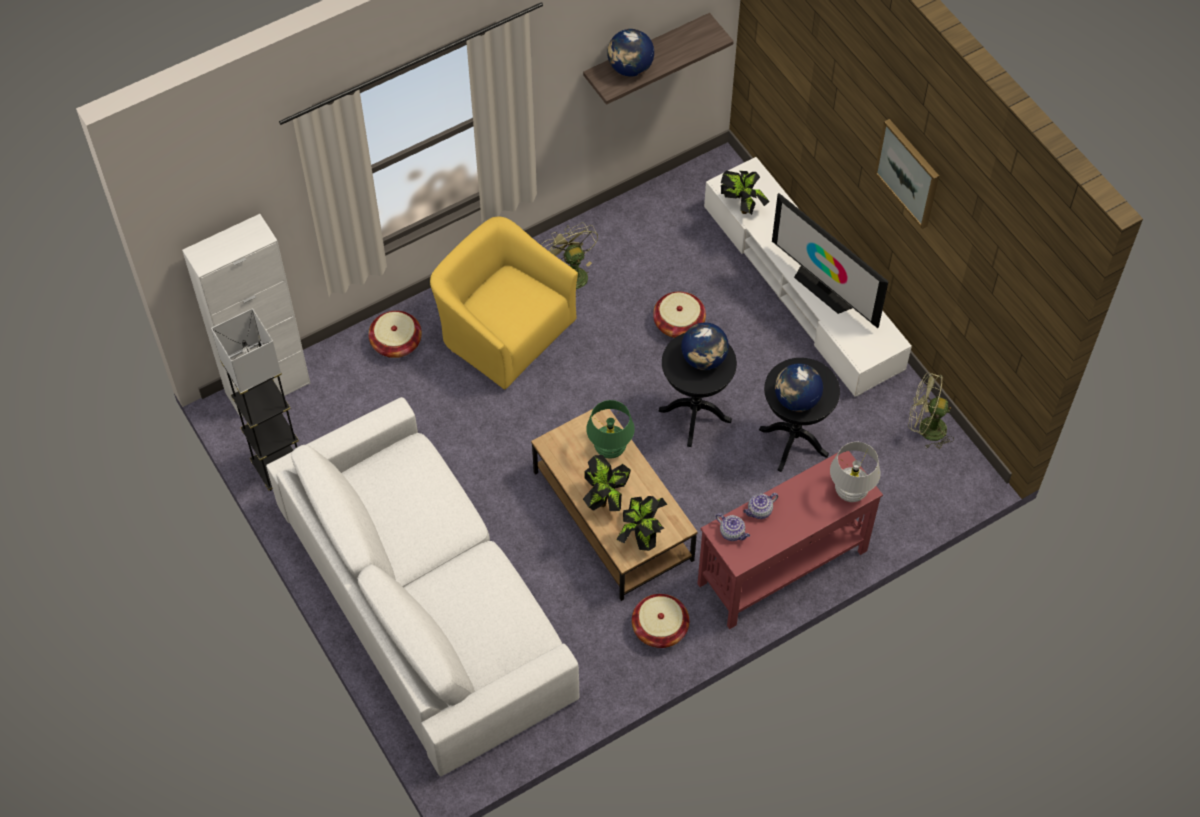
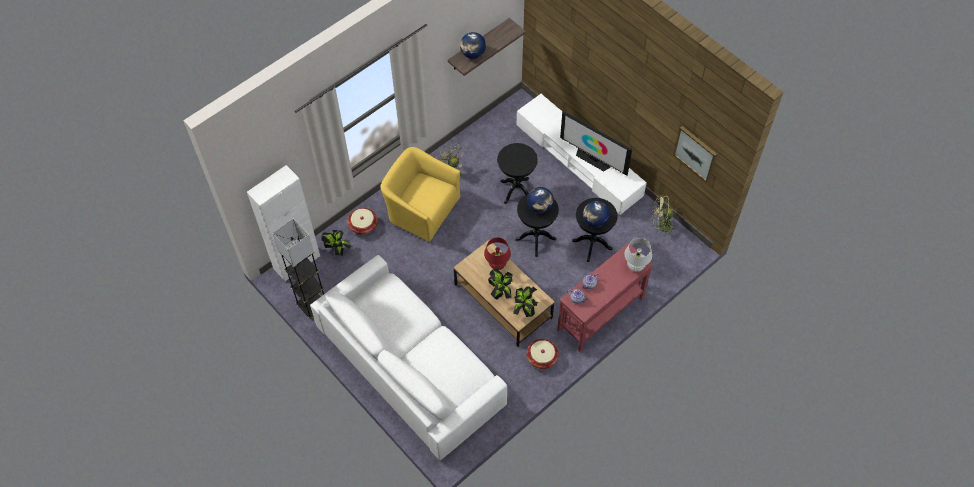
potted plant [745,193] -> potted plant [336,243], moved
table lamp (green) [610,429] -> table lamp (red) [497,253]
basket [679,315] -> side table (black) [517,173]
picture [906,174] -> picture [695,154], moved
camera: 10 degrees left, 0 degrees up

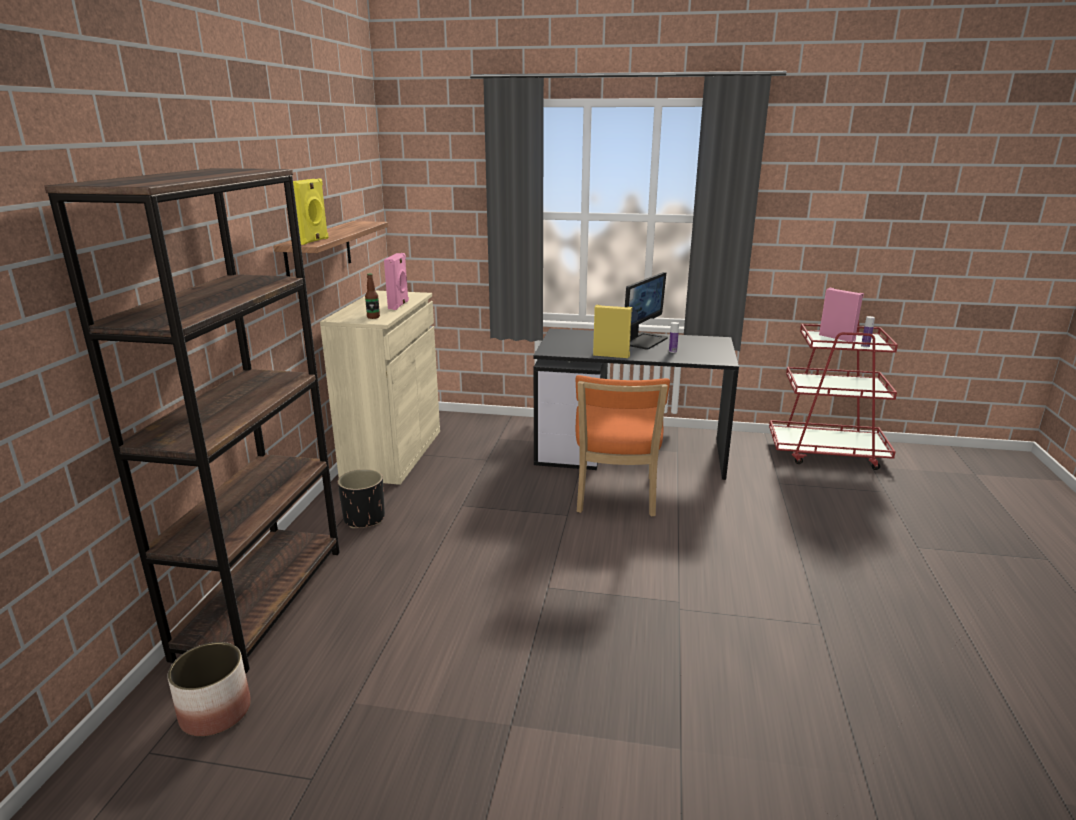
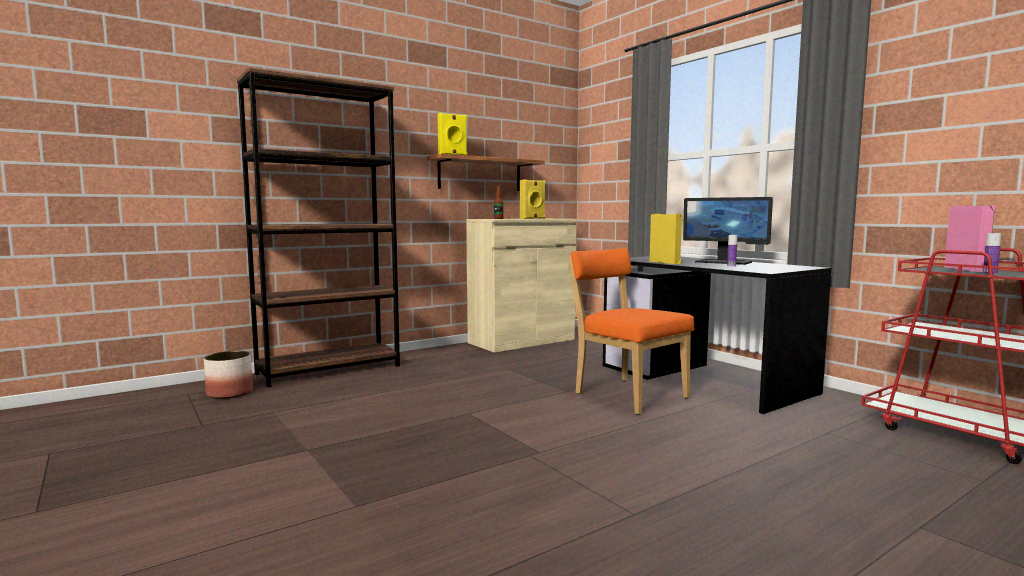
speaker (pink) [396,281] -> speaker (yellow) [532,199]
chair (orange) [622,446] -> chair (orange) [631,331], 90 degrees clockwise
monitor [646,311] -> monitor [728,231], 45 degrees clockwise
planter (black) [361,498] -> none
camera: 45 degrees right, 15 degrees down

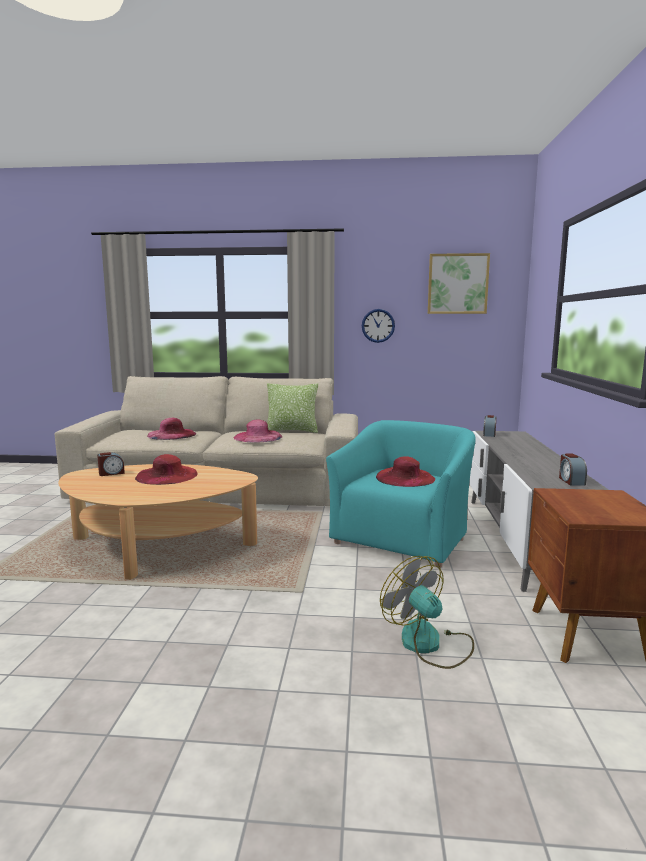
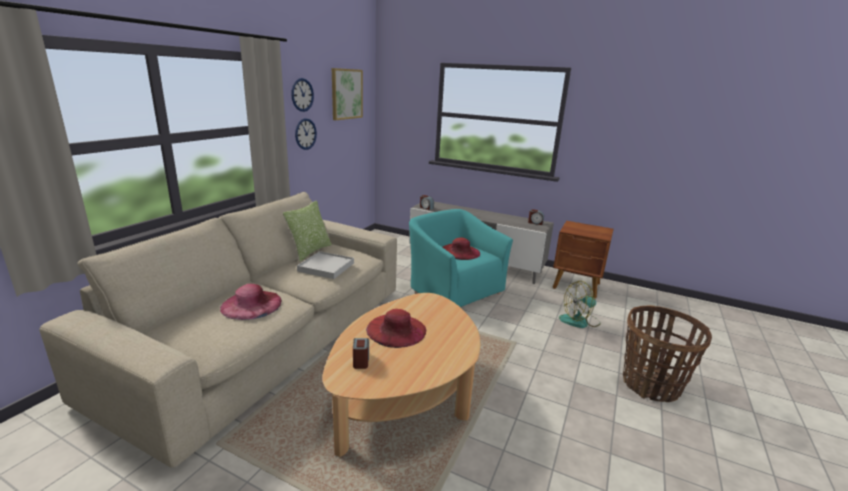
none -> wall clock [302,95]
hat (pink) [258,431] -> tray (white) [325,265]
none -> basket [667,353]
camera: 70 degrees left, 10 degrees up

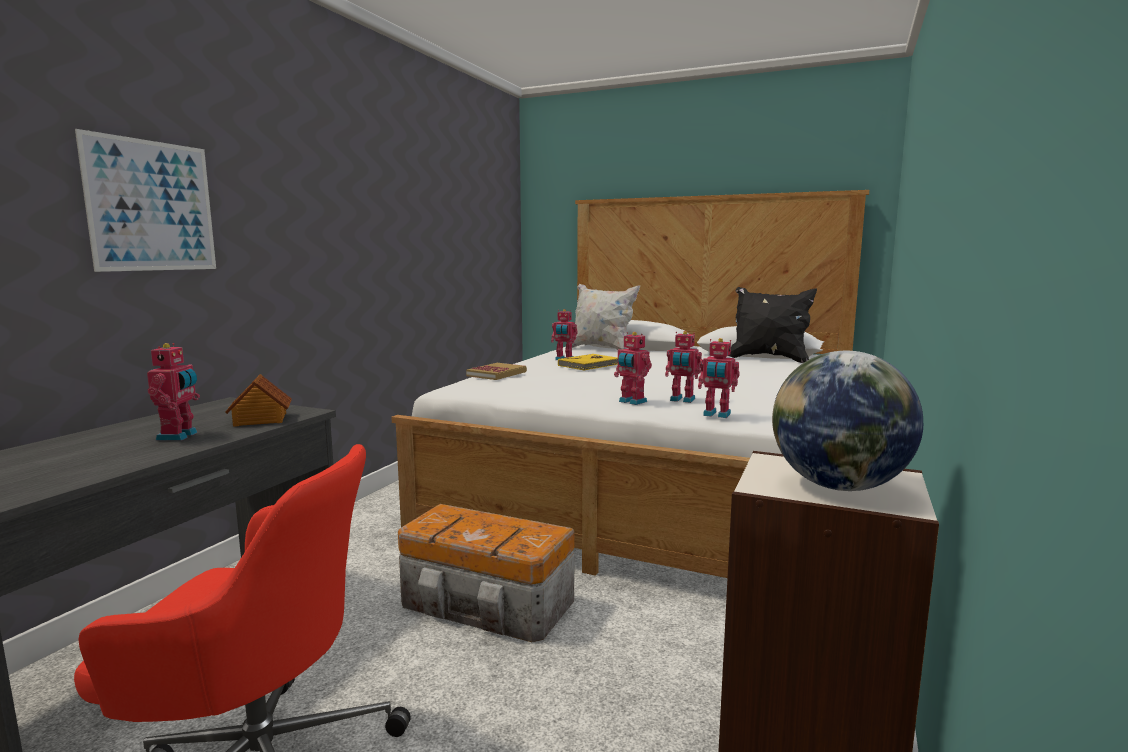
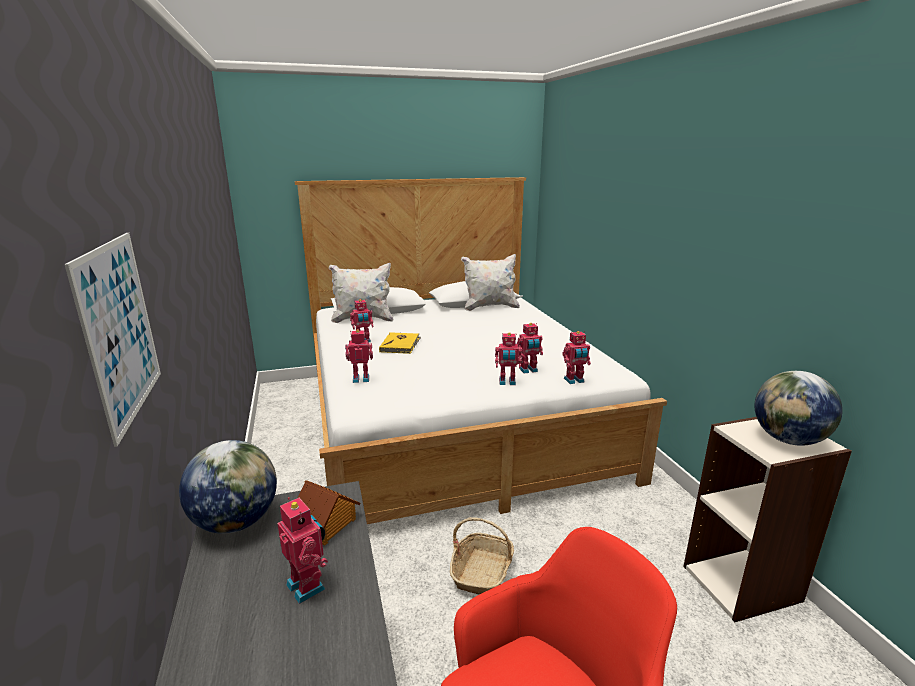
none -> globe [228,487]
book [496,371] -> toy robot [359,356]
storage box [486,573] -> basket [482,555]
pillow (black) [773,325] -> pillow (white) [490,282]
camera: 40 degrees left, 10 degrees up

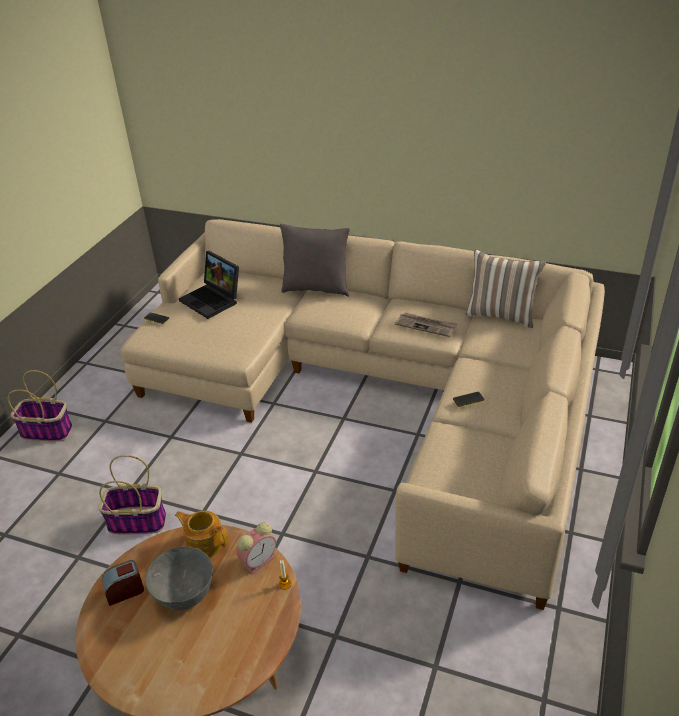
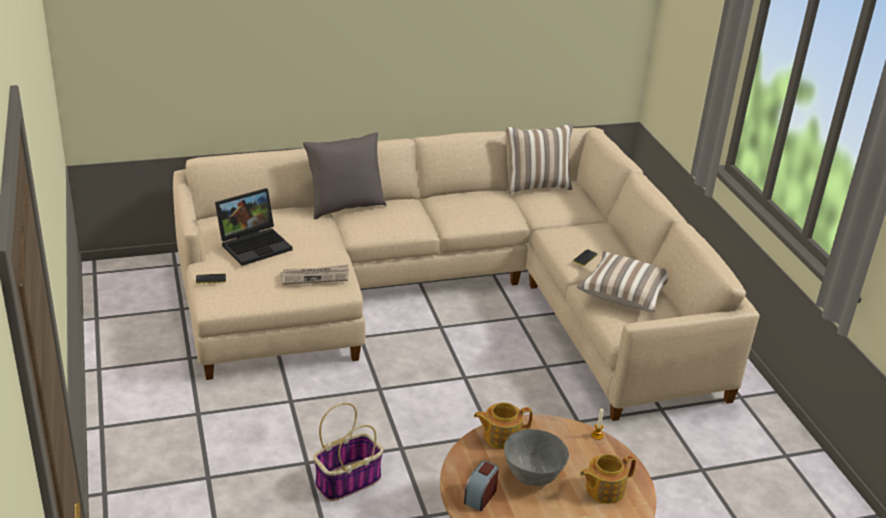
laptop [209,285] -> laptop [253,227], 45 degrees counterclockwise
newspaper [426,325] -> newspaper [315,275], moved
none -> pillow [622,281]
none -> teapot [608,479]
basket [40,406] -> none
alarm clock [256,548] -> none
camera: 40 degrees left, 5 degrees down

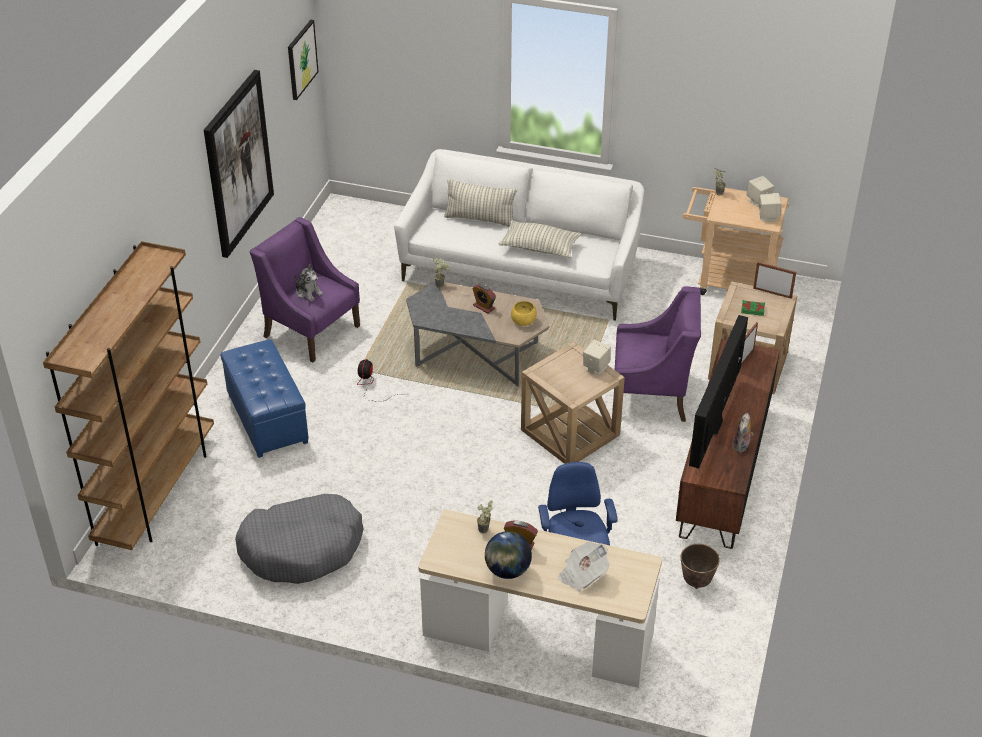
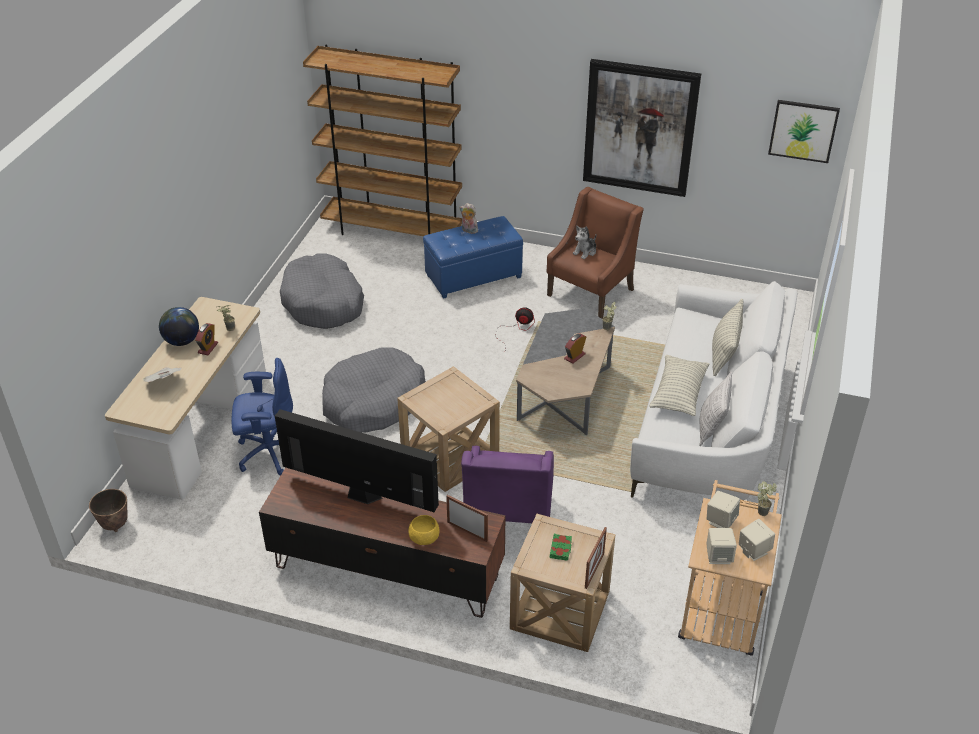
planter [700,566] -> planter [108,510], moved
none -> dog bed (grey) [374,390]
bowl (yellow) [524,313] -> bowl (yellow) [424,530], moved
plush toy [743,432] -> plush toy [468,218], moved
armchair (purple) [304,289] -> armchair (brown) [595,253]
none -> pillow [715,409]
speaker (beige) [597,357] -> speaker (beige) [723,509], moved
camera: 90 degrees right, 0 degrees up

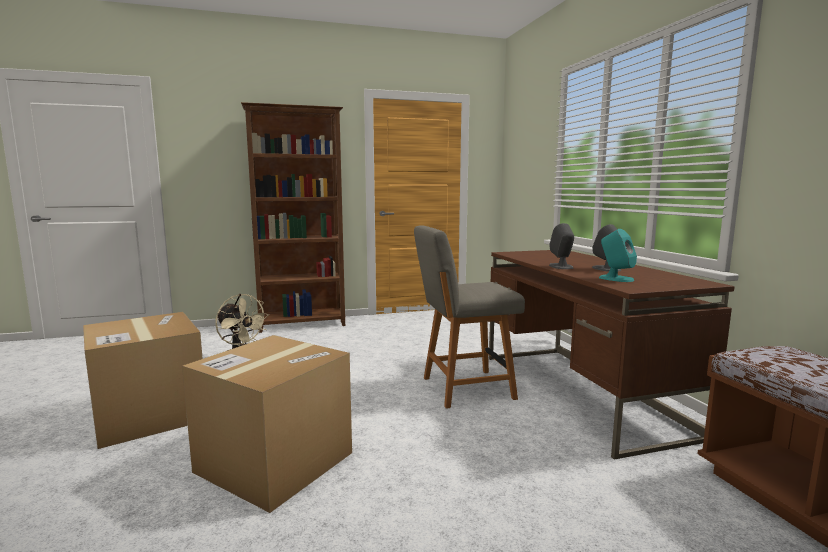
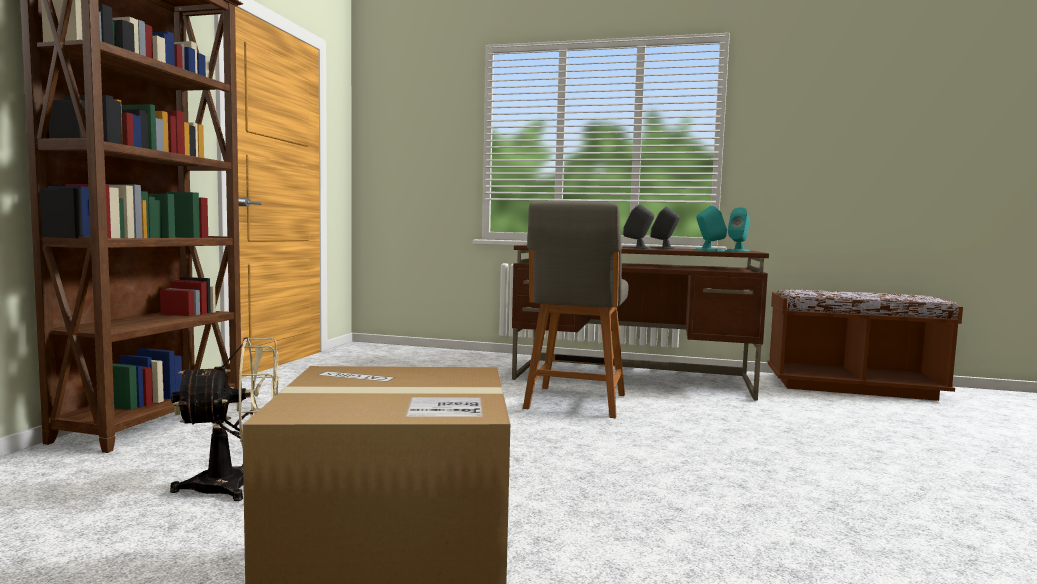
none -> speaker (turquoise) [738,229]
cardboard box [267,424] -> none
camera: 60 degrees left, 5 degrees down

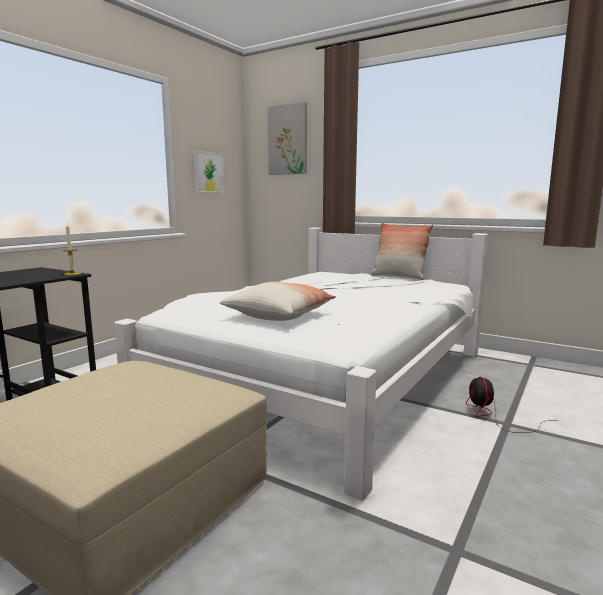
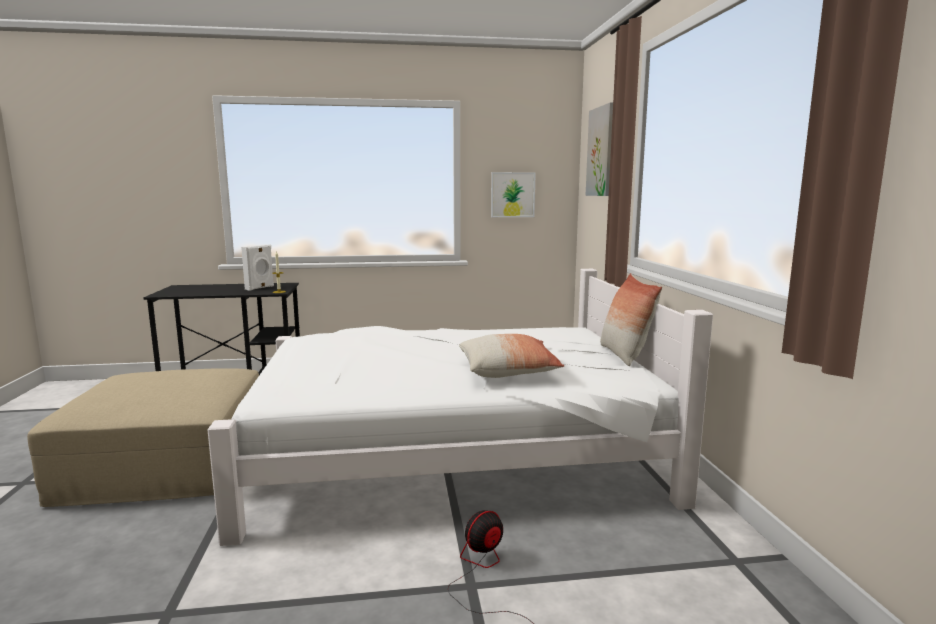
none -> speaker (white) [257,267]
pillow [278,301] -> pillow [512,356], moved
camera: 50 degrees right, 0 degrees up

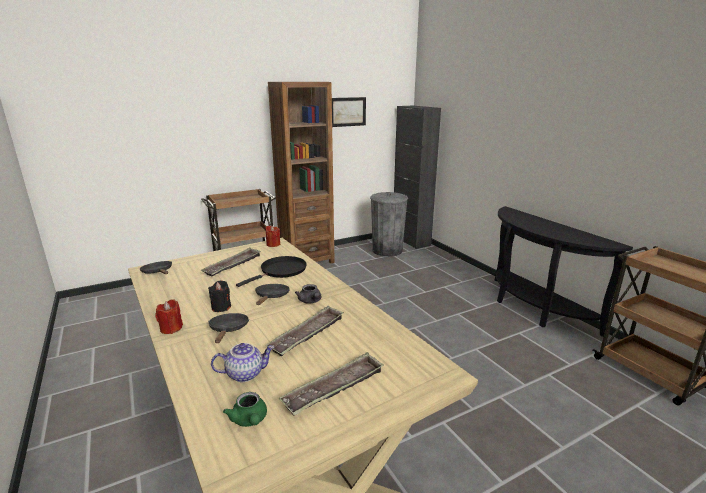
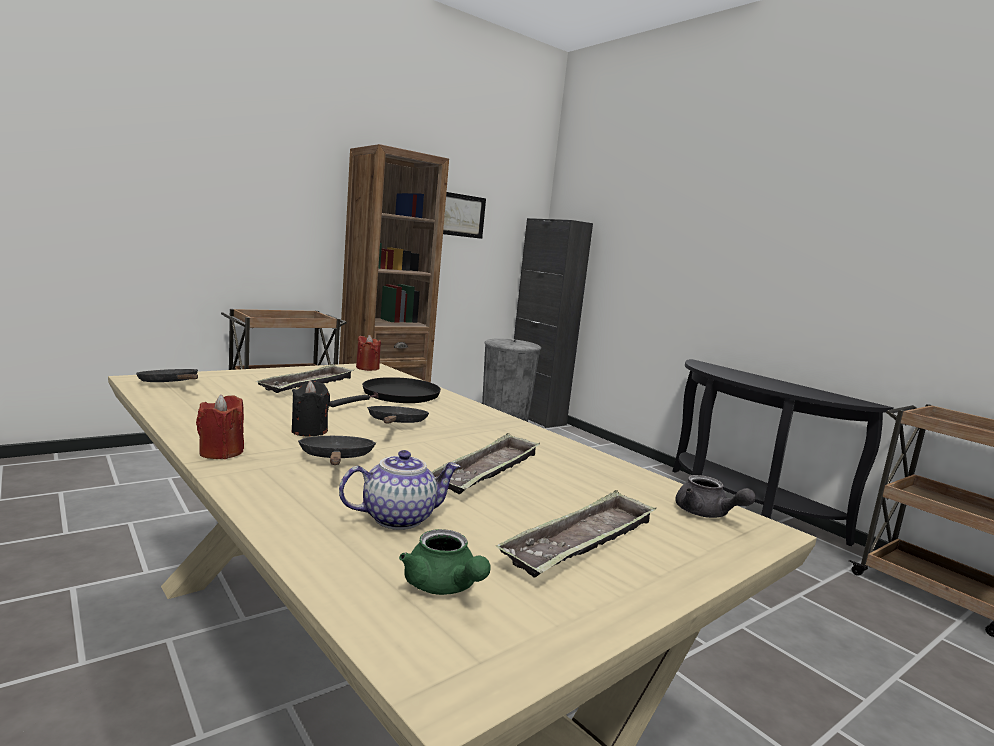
teapot (grey) [308,293] -> teapot (grey) [715,496], moved
camera: 10 degrees left, 10 degrees down

